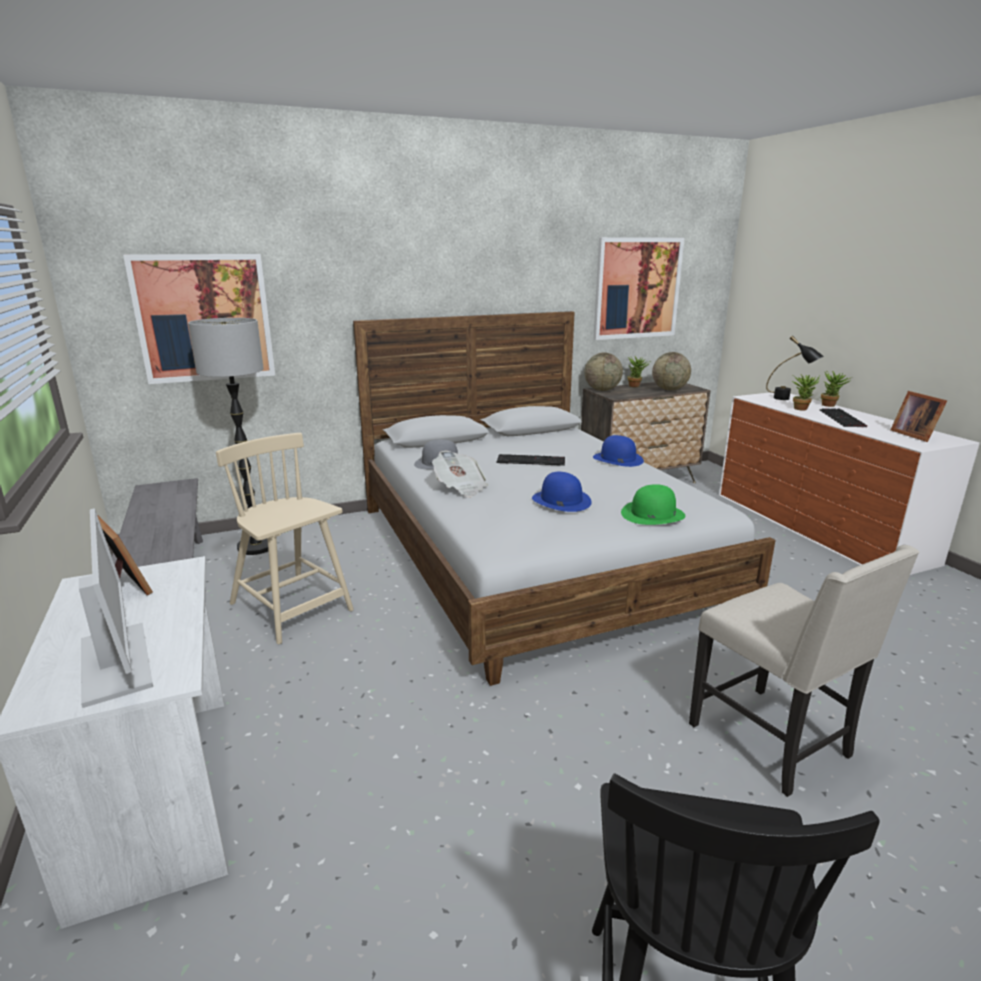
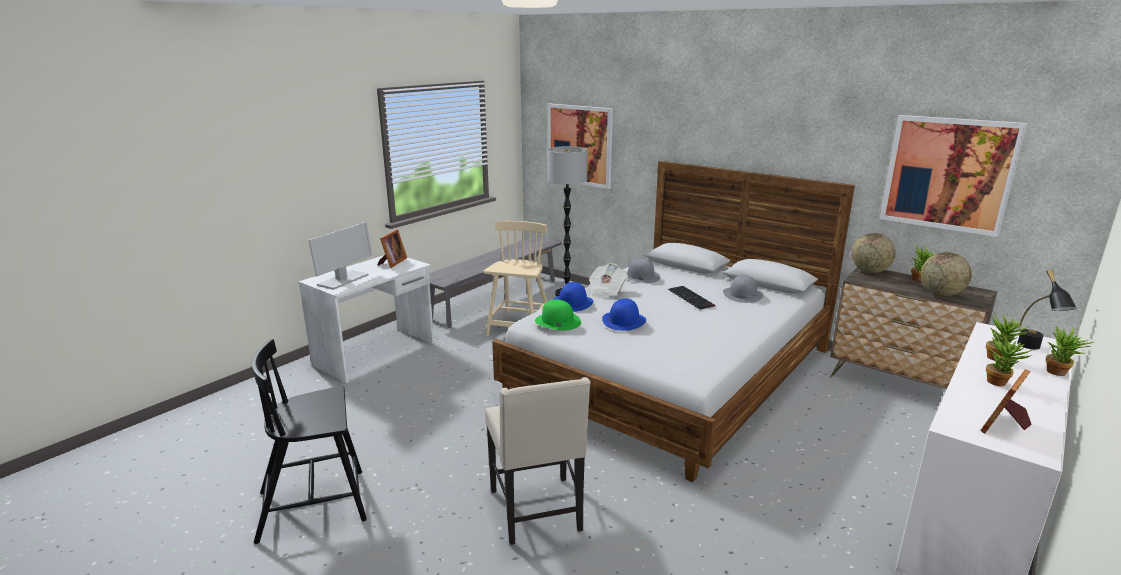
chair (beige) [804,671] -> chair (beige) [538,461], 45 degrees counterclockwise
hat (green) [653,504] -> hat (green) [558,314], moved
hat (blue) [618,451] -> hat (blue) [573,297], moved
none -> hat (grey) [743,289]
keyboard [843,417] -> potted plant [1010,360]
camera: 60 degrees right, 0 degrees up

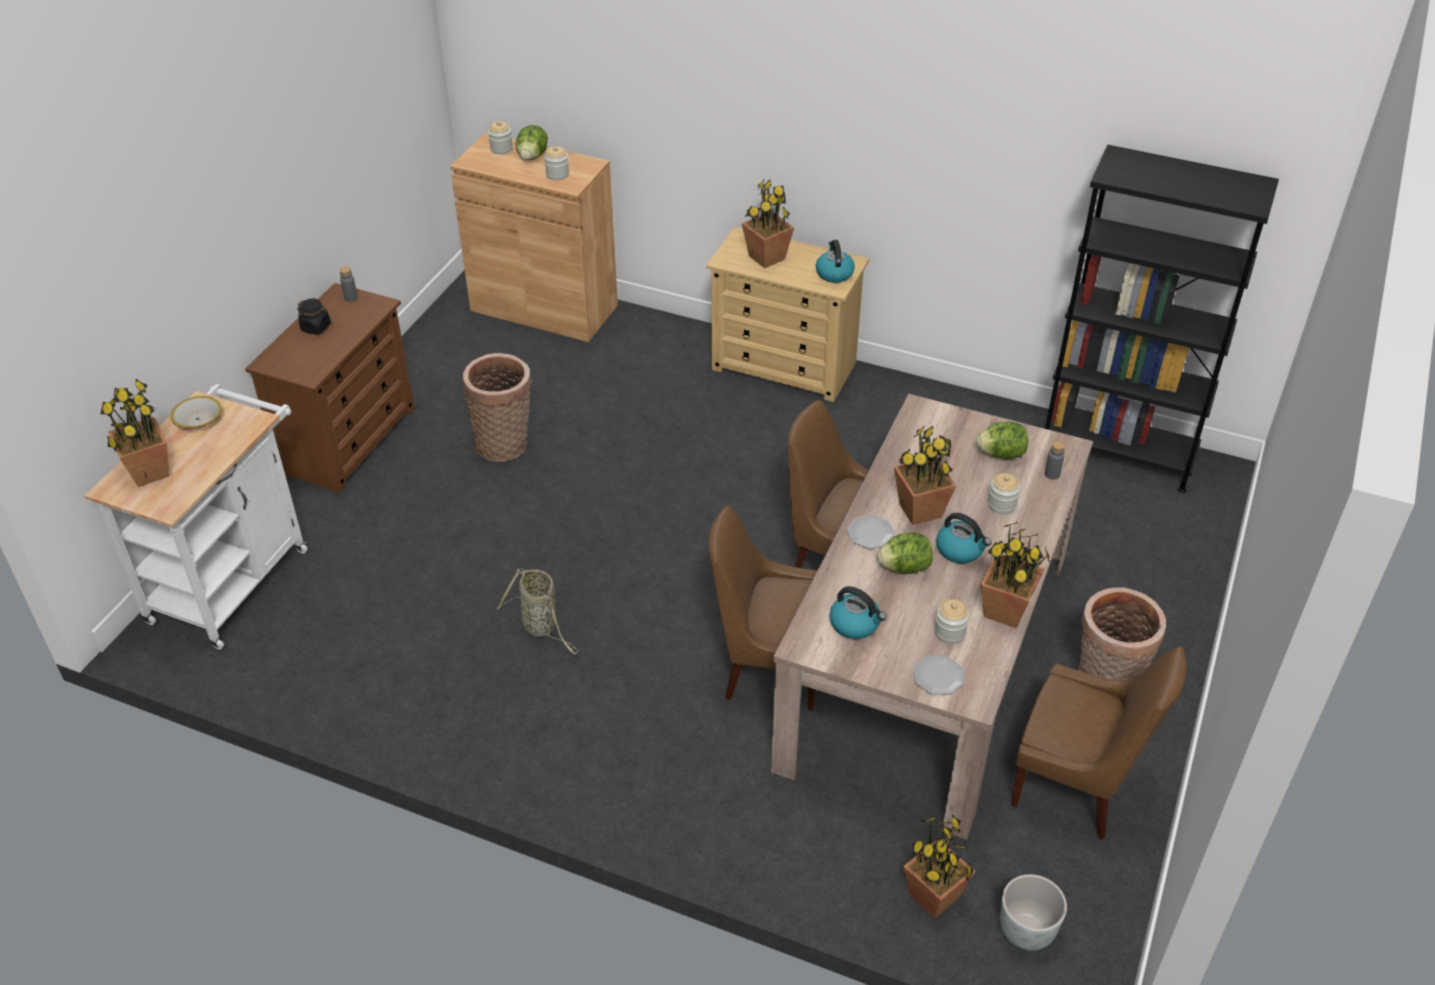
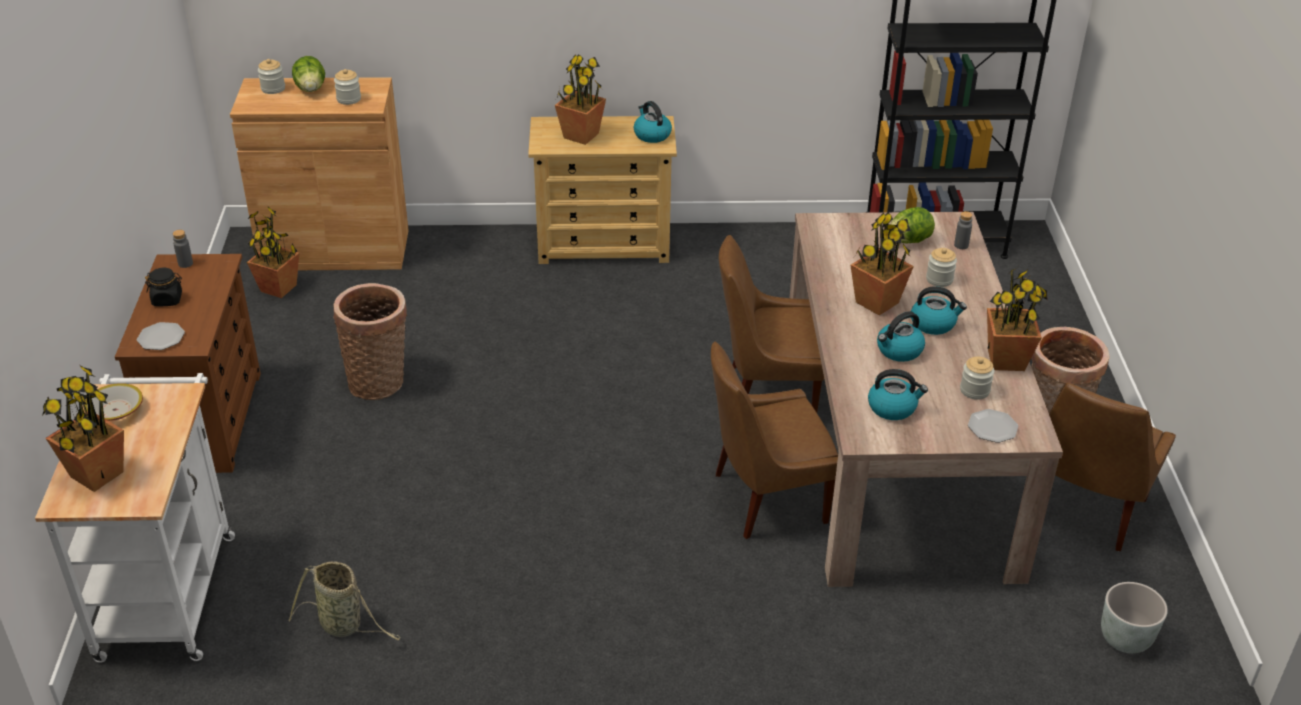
plate [871,532] -> plate [161,336], moved
potted plant [939,866] -> potted plant [273,252], moved
basket [538,612] -> basket [345,600], moved
lettuce [905,553] -> kettle [901,336]
chair (brown) [1099,743] -> chair (brown) [1112,467], 120 degrees clockwise
camera: 25 degrees left, 5 degrees down

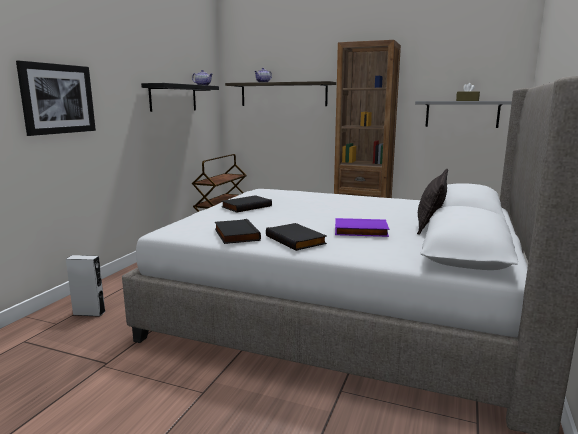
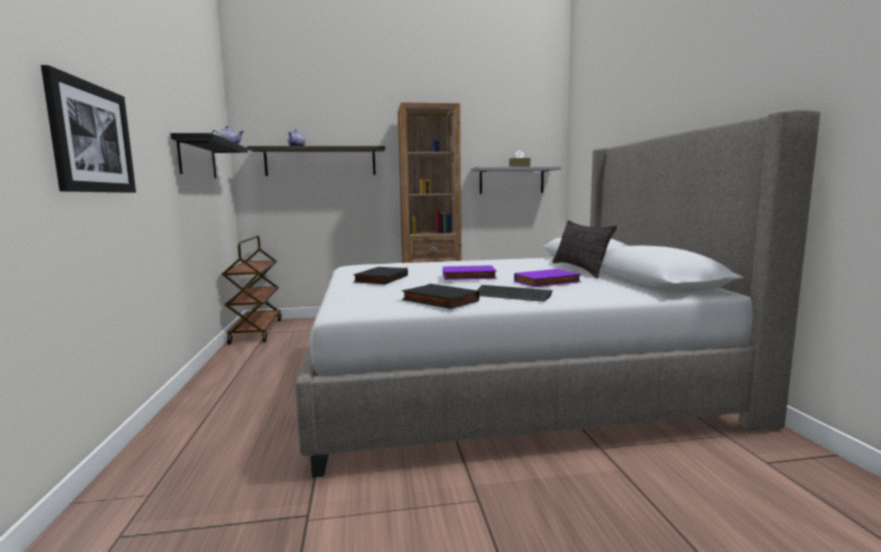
none -> book (purple) [470,272]
book (black) [296,237] -> keyboard [515,293]
speaker (grey) [86,286] -> none
camera: 30 degrees left, 5 degrees down

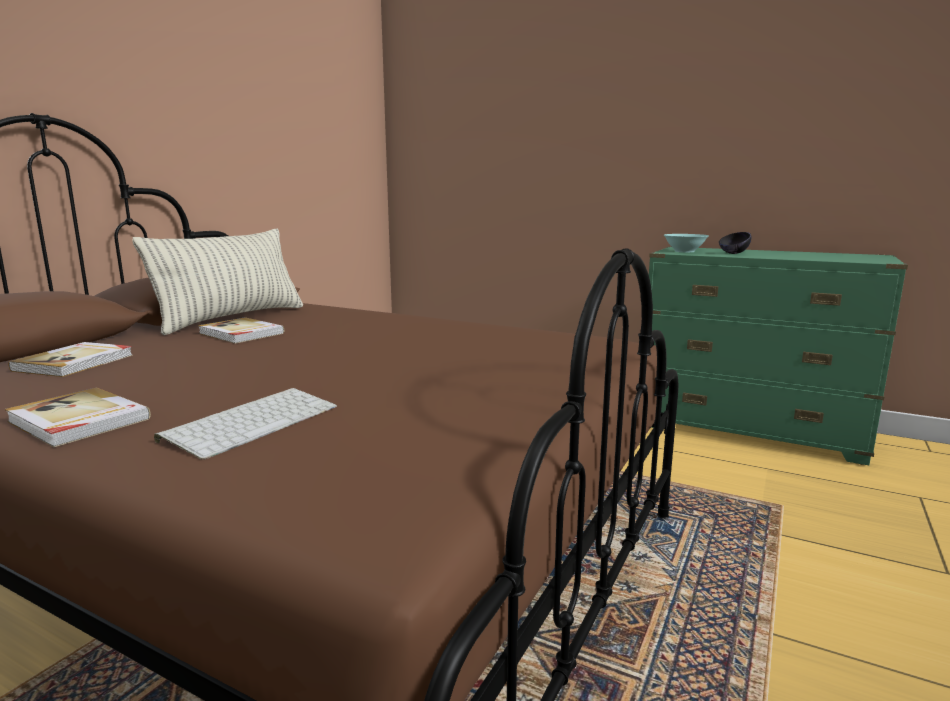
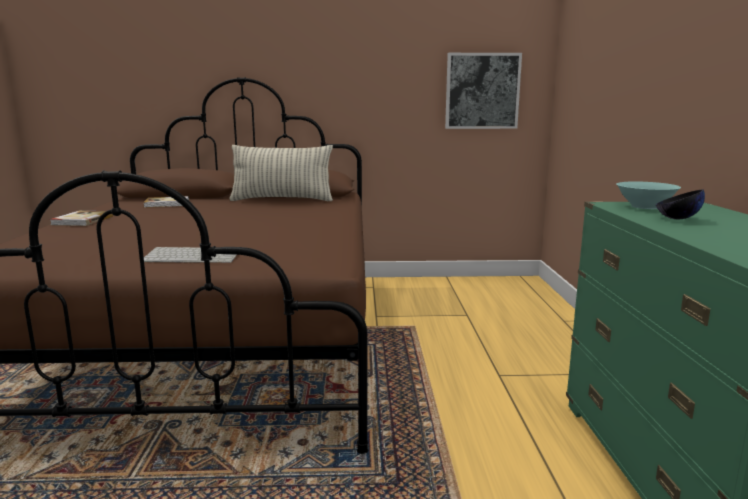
keyboard [245,424] -> keyboard [190,255], moved
none -> picture [483,91]
book [241,330] -> none
camera: 60 degrees right, 0 degrees up

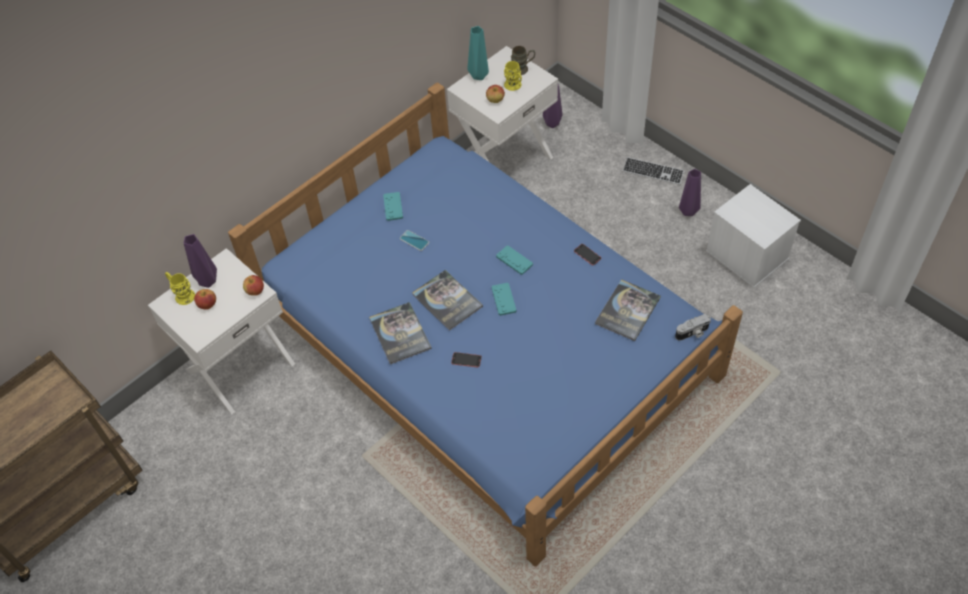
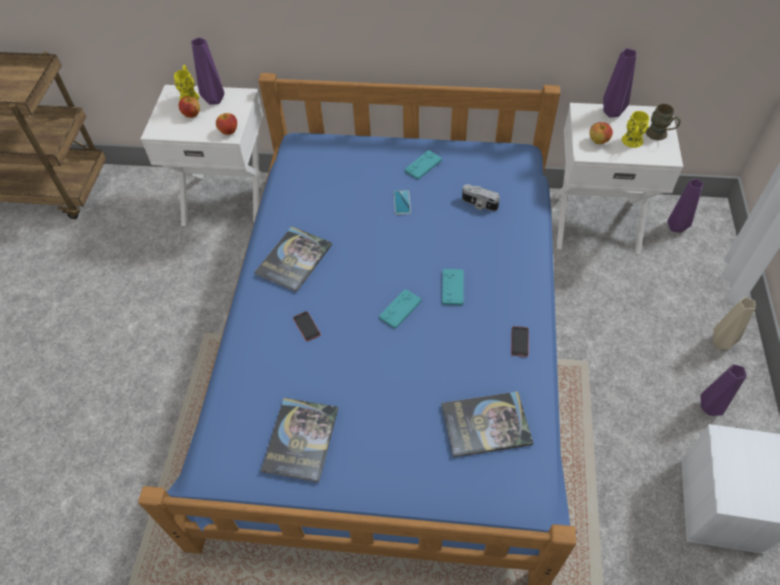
book [447,300] -> book [299,440], moved
photo camera [693,327] -> photo camera [481,197], moved
vase (turquoise) [478,53] -> vase (purple) [619,83]
keyboard [654,171] -> vase (beige) [733,323]
camera: 50 degrees right, 0 degrees up

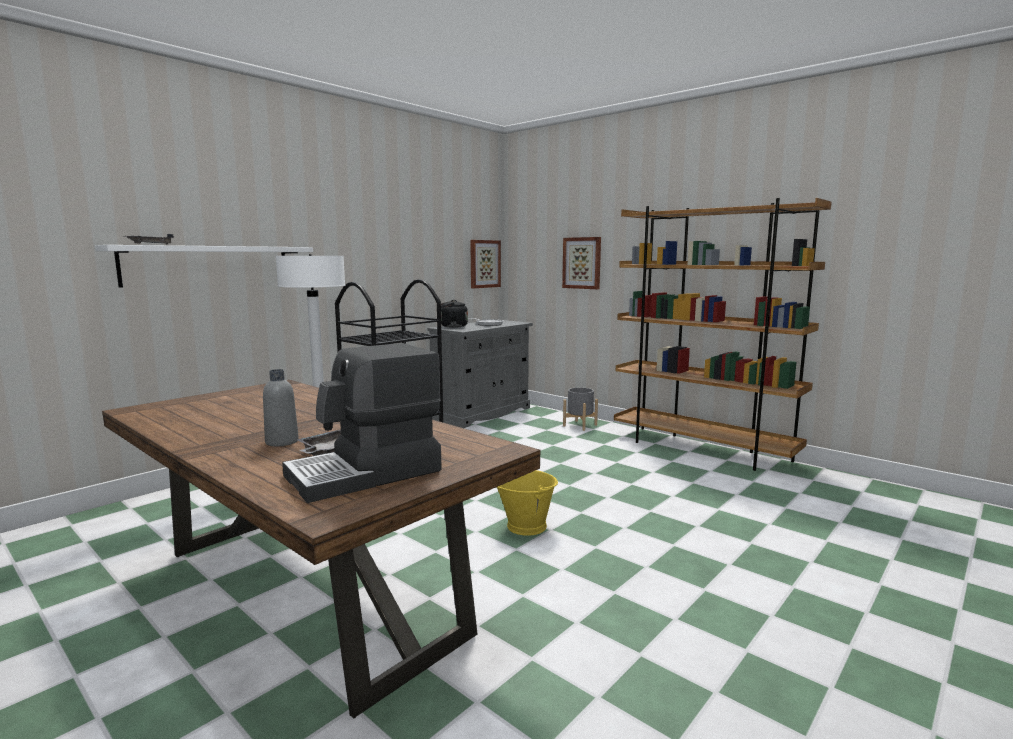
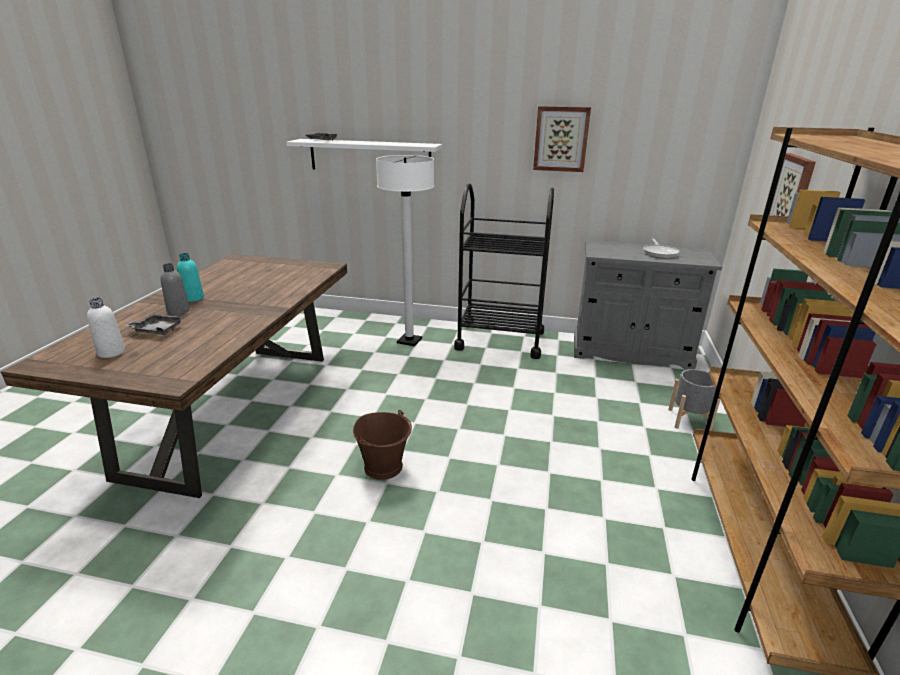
coffee machine [362,423] -> bottle (white) [106,328]
none -> bottle (turquoise) [190,277]
bucket (yellow) [527,503] -> bucket (brown) [382,445]
picture [485,264] -> picture [562,139], moved
kettle (black) [454,314] -> none
camera: 60 degrees right, 15 degrees up

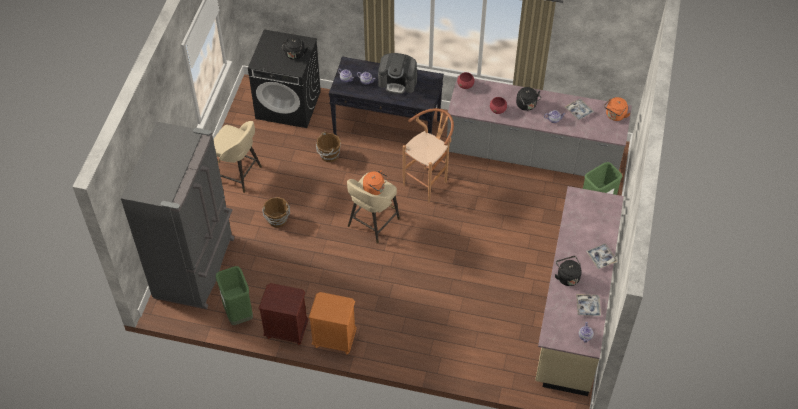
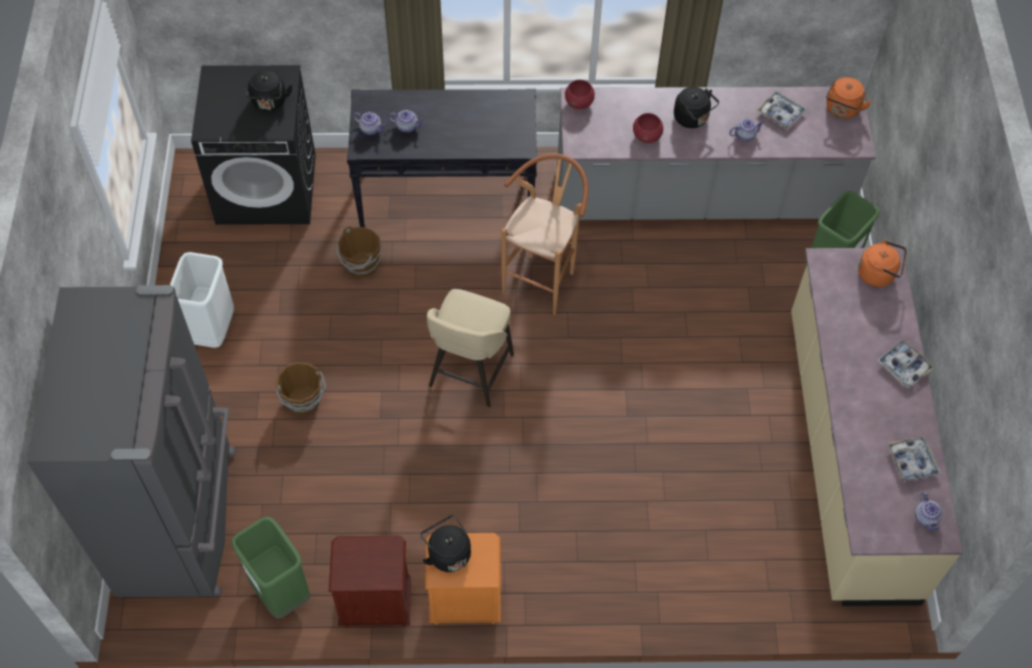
stool (beige) [237,157] -> trash can (white) [202,300]
kettle (black) [568,271] -> kettle (black) [445,543], moved
kettle (orange) [375,182] -> kettle (orange) [882,263], moved
coffee machine [397,73] -> none
camera: 15 degrees left, 5 degrees up

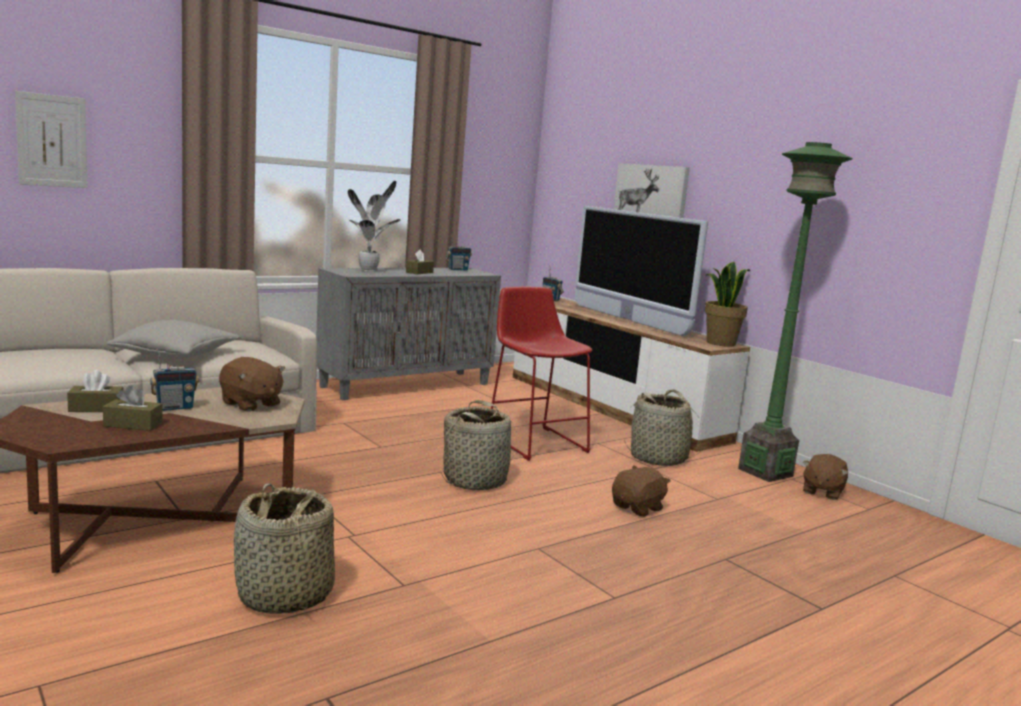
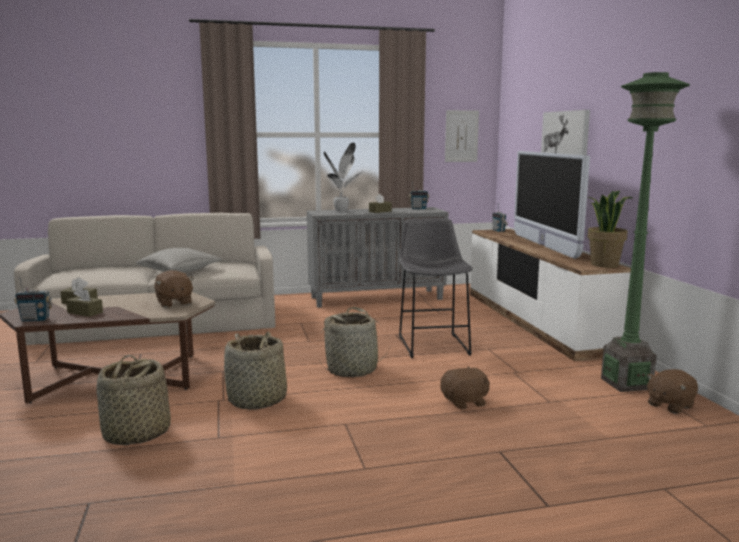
radio [174,380] -> radio [33,299], moved
basket [665,427] -> basket [255,371], moved
stool (red) [542,373] -> stool (grey) [436,288]
picture [51,139] -> picture [462,136], moved
camera: 25 degrees right, 0 degrees up

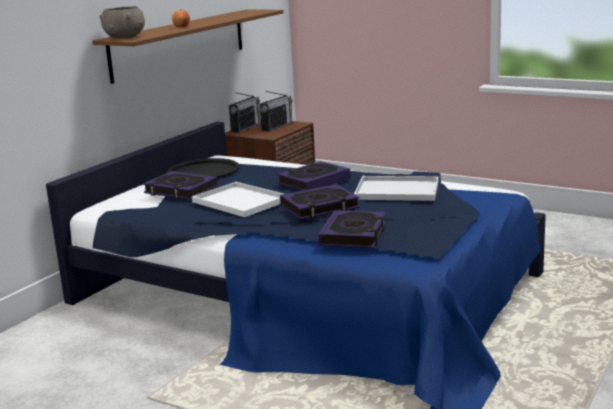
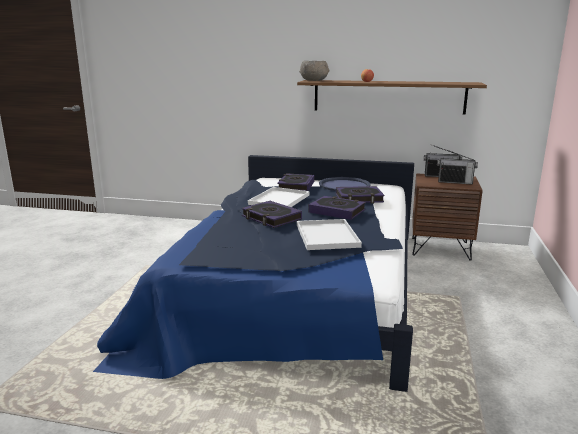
tray (black) [203,168] -> tray (blue) [345,184]
book [352,229] -> book [360,195], moved
camera: 70 degrees right, 0 degrees up

